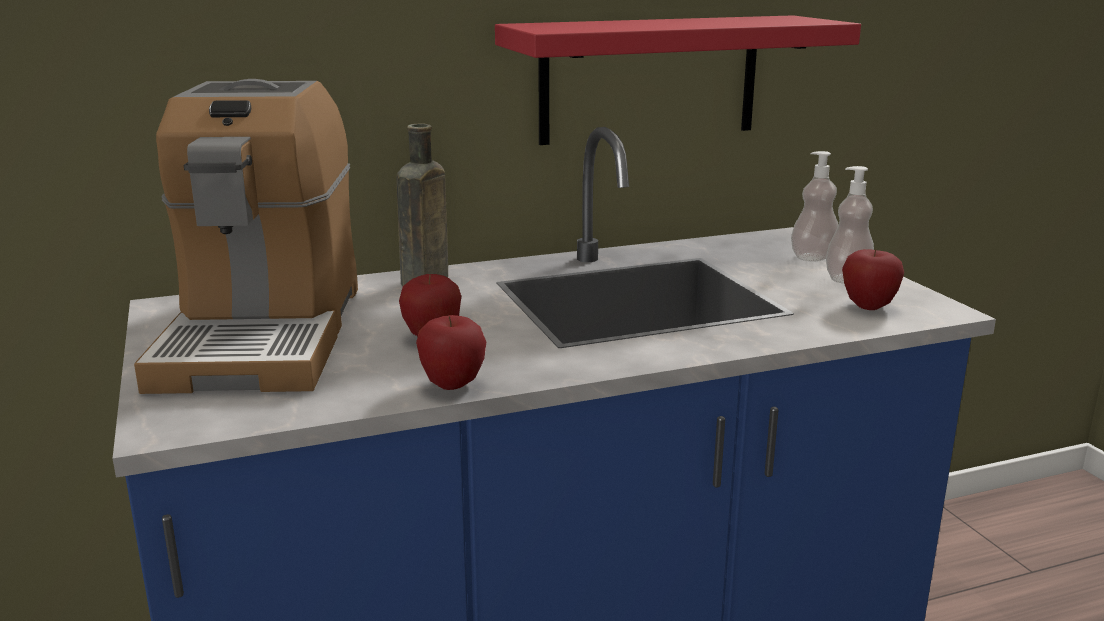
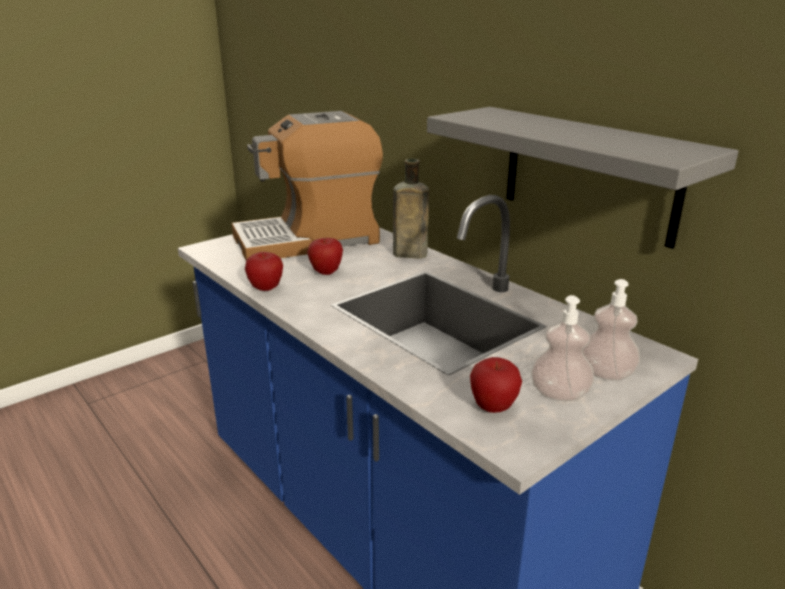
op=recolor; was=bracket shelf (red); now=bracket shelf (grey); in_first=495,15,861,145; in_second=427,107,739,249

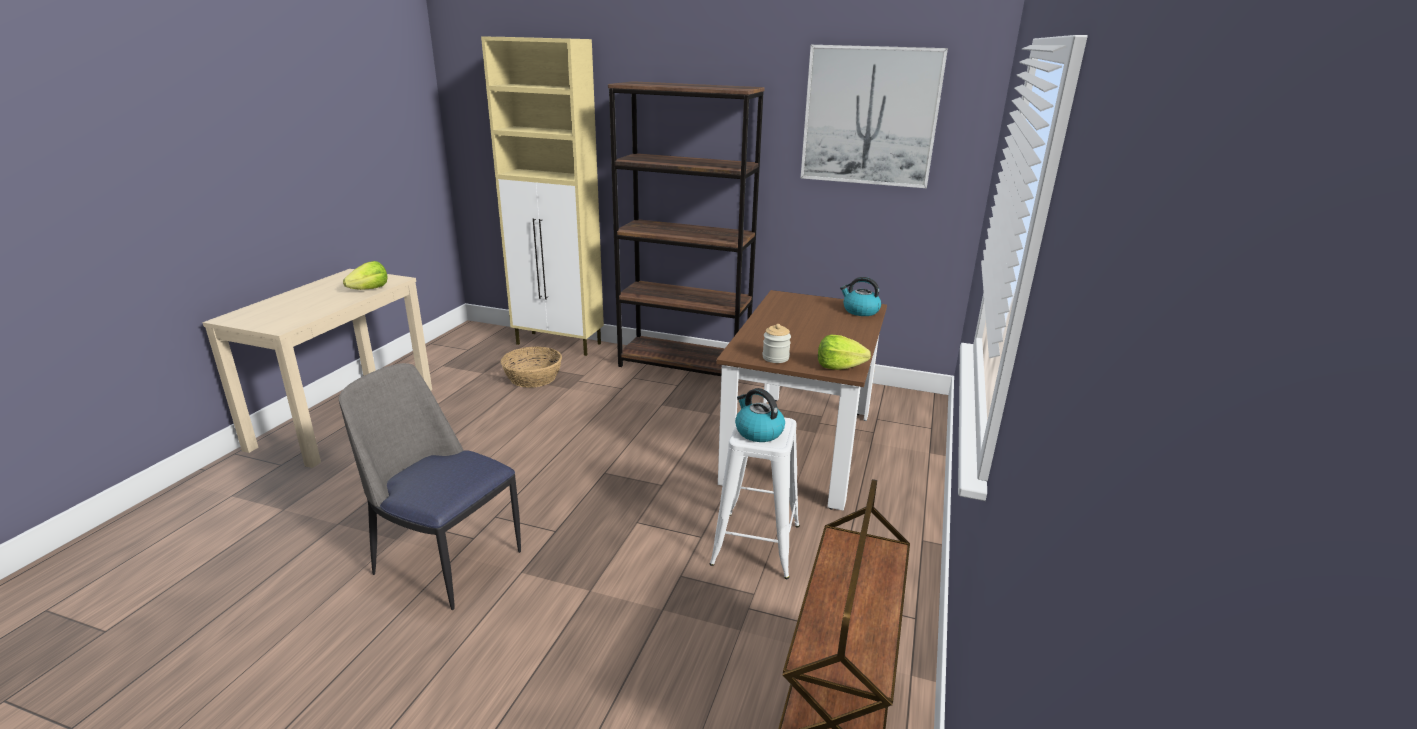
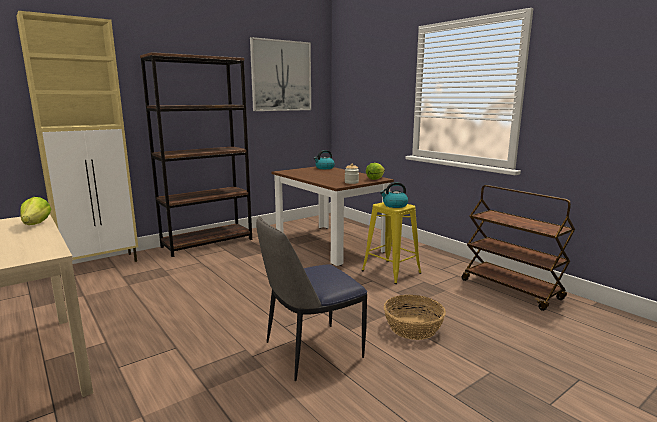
op=move; was=storage basket; in_first=500,347,562,388; in_second=384,295,446,340
op=recolor; was=stool seat (white); now=stool seat (yellow); in_first=709,418,800,579; in_second=361,202,421,284

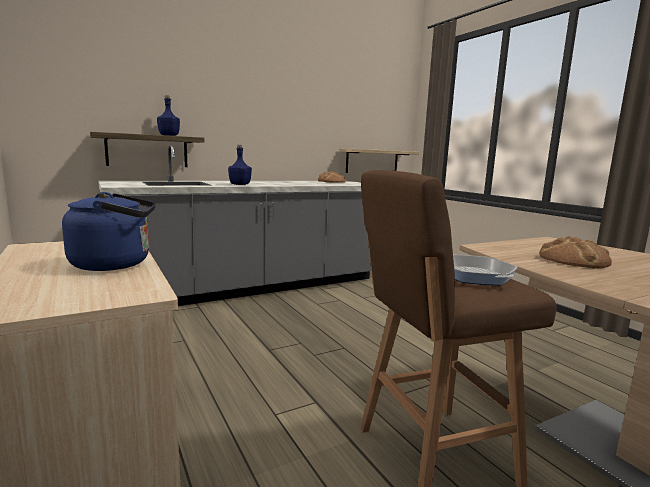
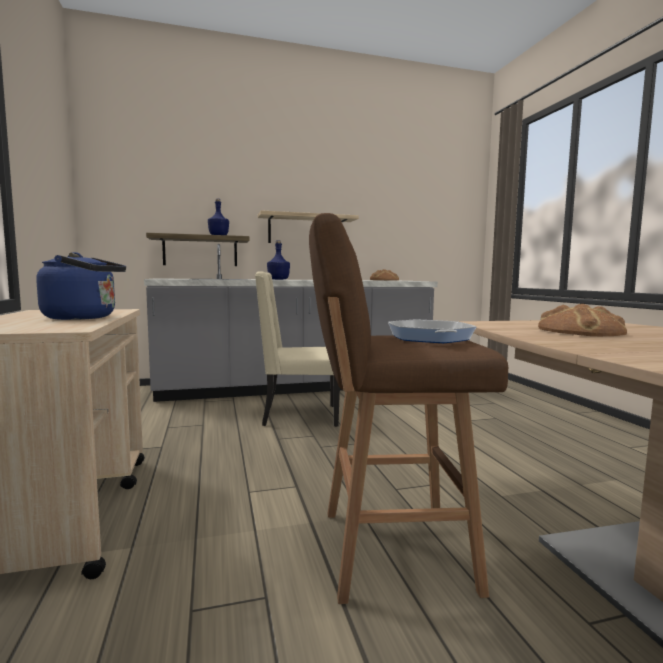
op=insert; now=chair (sand-coloured); in_second=255,271,340,427
op=move; was=bracket shelf; in_first=339,149,419,173; in_second=258,210,359,243

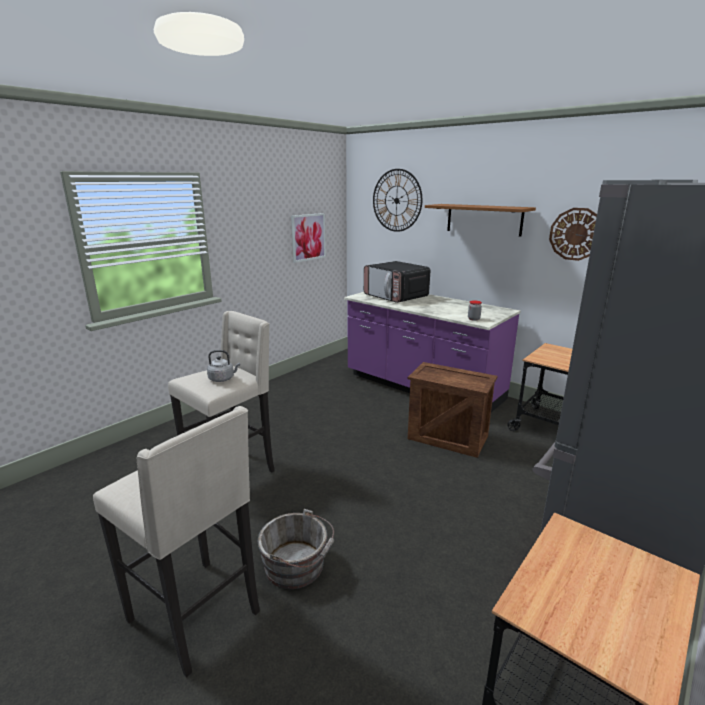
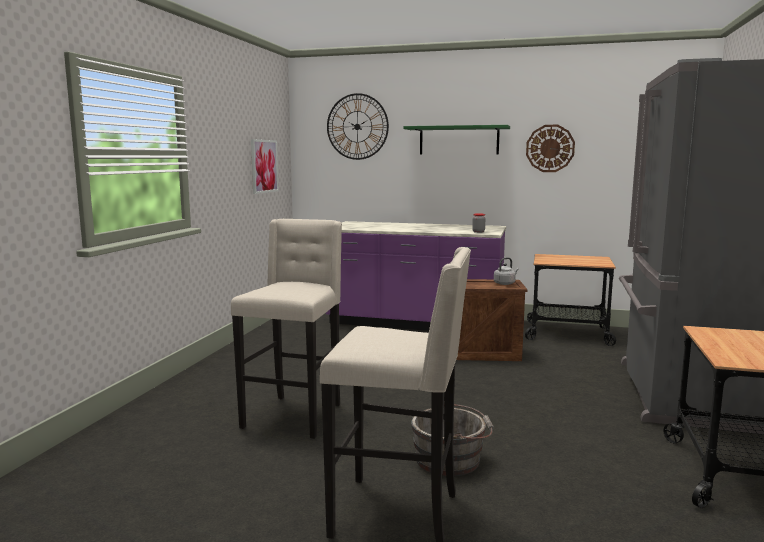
op=delete; was=kitchen microwave; in_first=364,261,430,303
op=move; was=kettle (grey); in_first=207,350,240,382; in_second=494,257,519,285
op=recolor; was=bracket shelf (brownish); now=bracket shelf (green-coloured); in_first=425,204,536,237; in_second=403,125,510,155

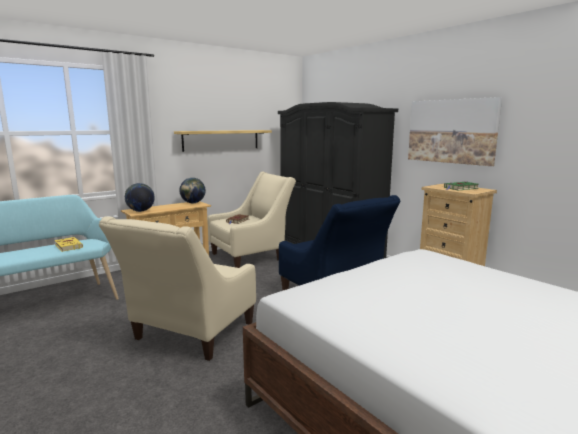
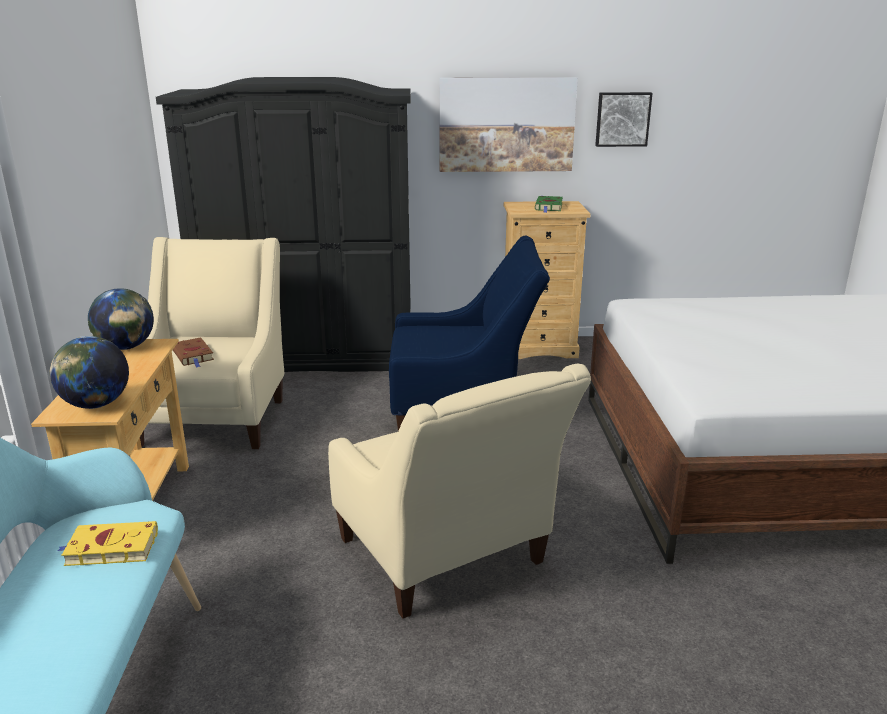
op=delete; was=bracket shelf; in_first=174,130,272,152
op=insert; now=wall picture; in_second=595,92,653,147

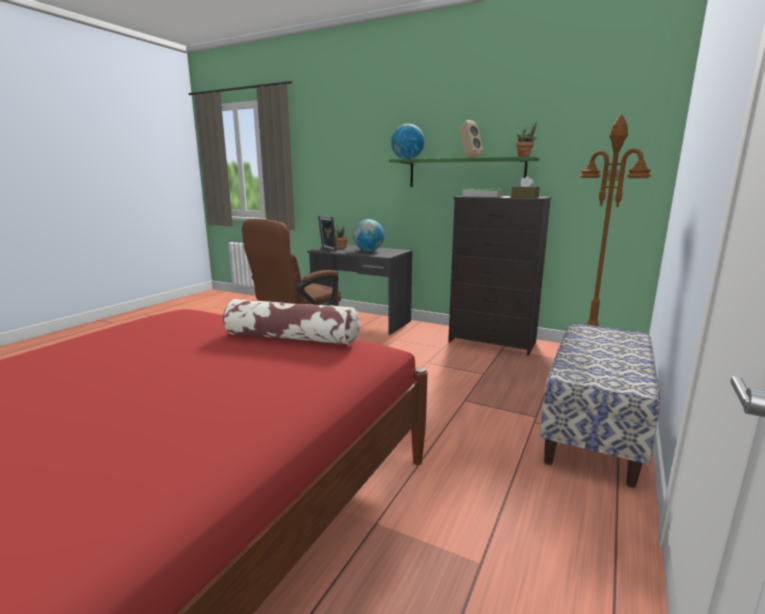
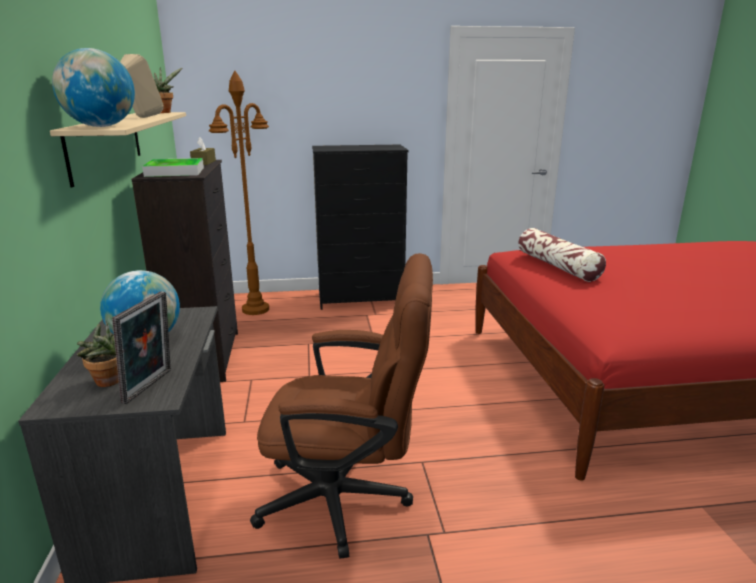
op=replace; was=indoor bench; now=chest of drawers (black); in_first=540,323,660,488; in_second=312,145,409,310
op=recolor; was=bracket shelf (green-coloured); now=bracket shelf (sand-coloured); in_first=389,157,539,187; in_second=50,112,186,187

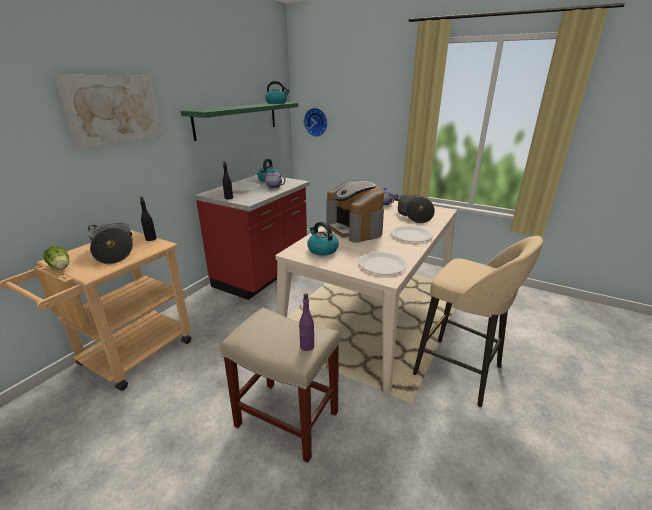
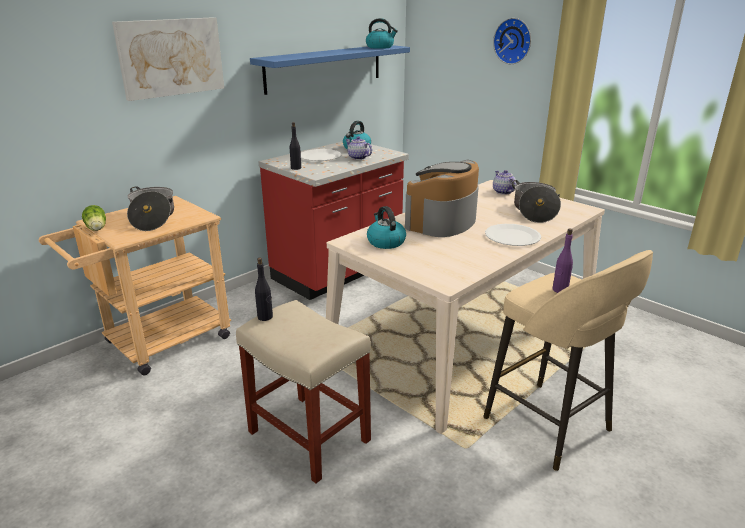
op=delete; was=plate (white); in_first=358,252,407,275
op=move; was=bottle (black); in_first=140,197,156,241; in_second=255,258,273,321
op=move; was=bottle (purplish); in_first=299,293,314,351; in_second=553,228,573,293
op=move; was=wall clock; in_first=304,108,328,137; in_second=493,18,531,64
op=recolor; was=bracket shelf (green-coloured); now=bracket shelf (bluish); in_first=181,102,298,141; in_second=250,45,410,95
op=rotate; was=coffee maker; in_first=327,180,384,243; in_second=405,159,479,237; clockwise=45

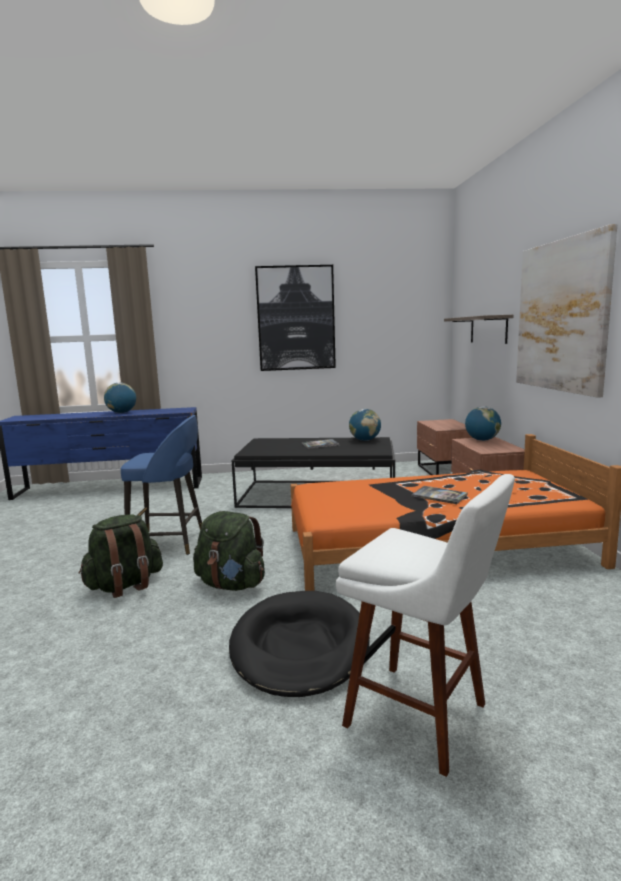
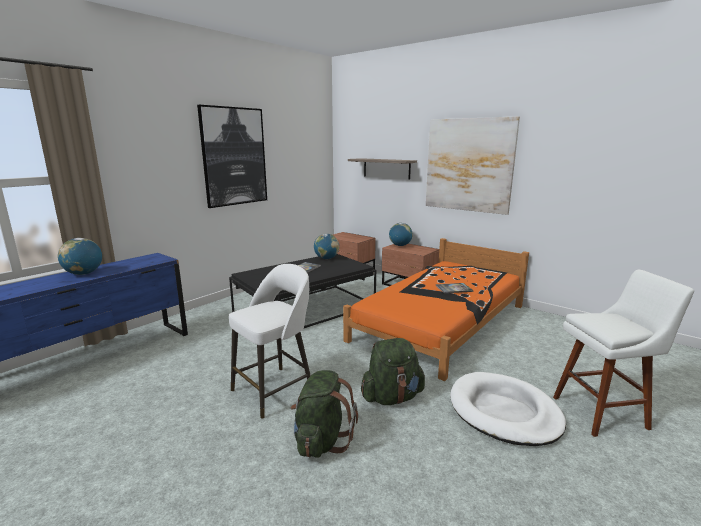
op=recolor; was=stool seat (bluish); now=stool seat (white); in_first=121,415,202,555; in_second=229,264,311,419
op=recolor; was=pet bed (black); now=pet bed (white); in_first=229,591,370,697; in_second=450,372,566,446

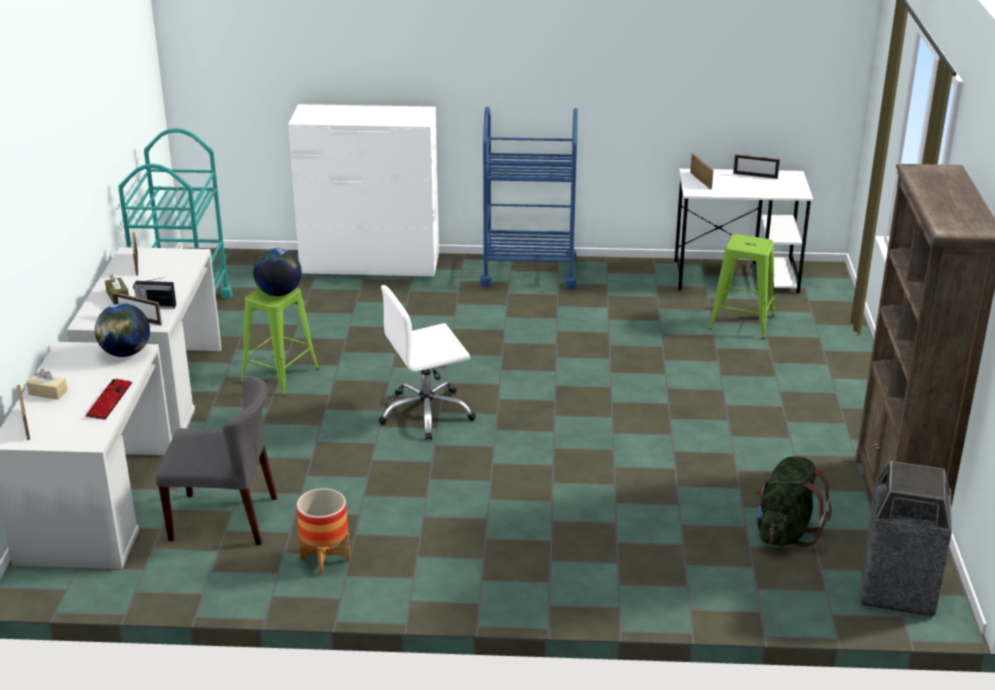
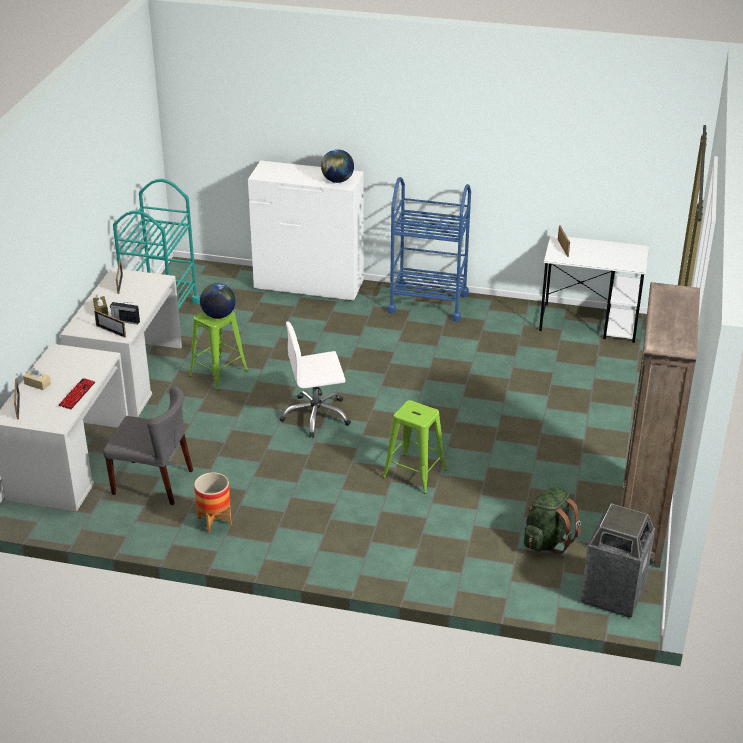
op=delete; was=standing frame; in_first=733,154,780,179
op=move; was=globe; in_first=95,303,150,357; in_second=321,149,354,183
op=move; was=stool seat (green-coloured); in_first=709,234,775,339; in_second=382,400,447,494

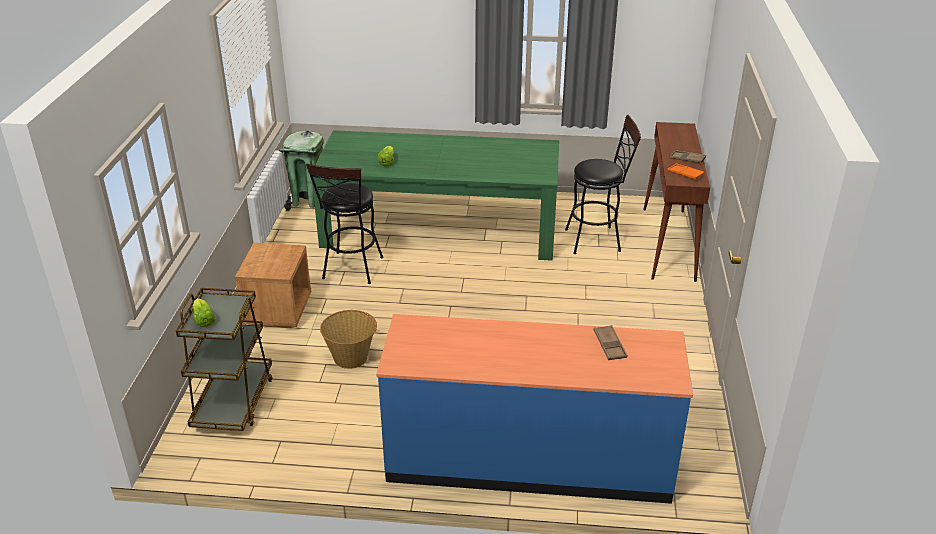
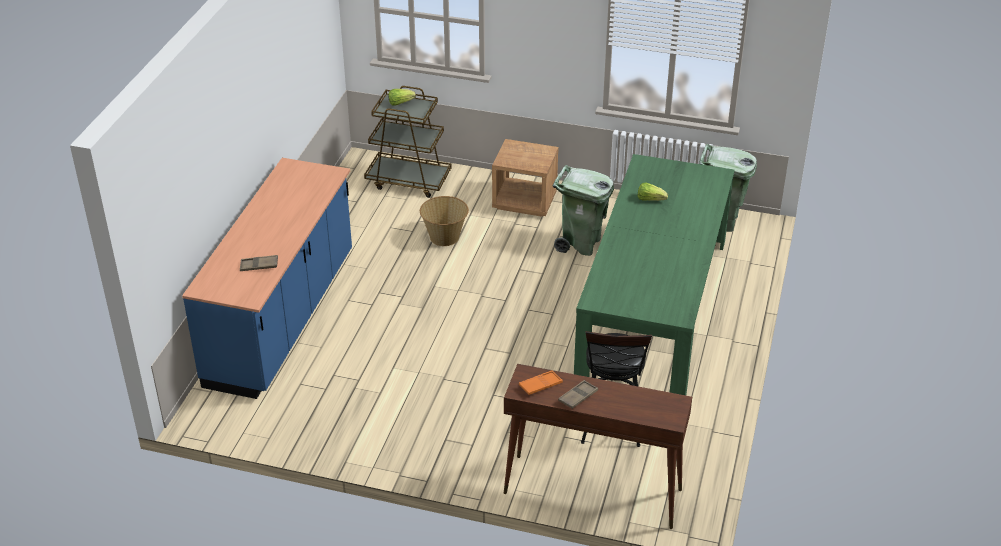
op=replace; was=stool seat (black); now=trash can (green-coloured); in_first=306,164,383,284; in_second=553,165,614,256

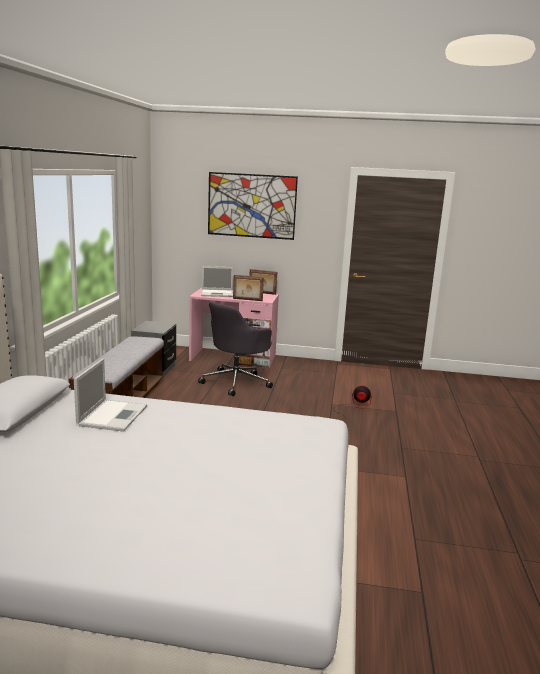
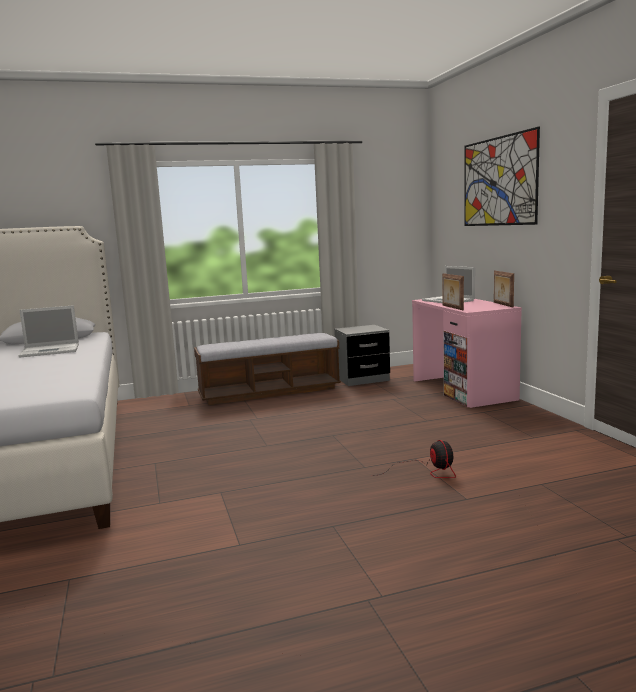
op=delete; was=computer chair (grey); in_first=198,302,273,396

